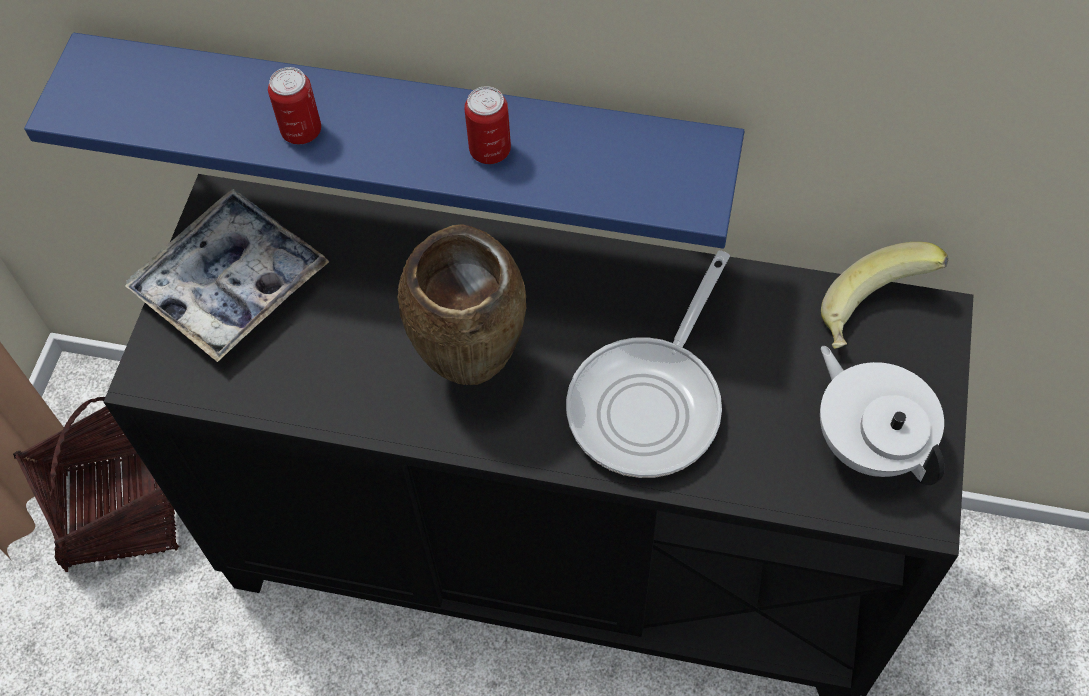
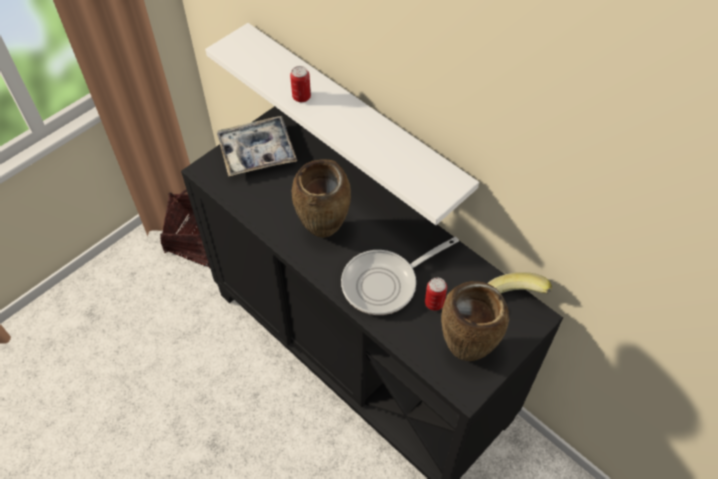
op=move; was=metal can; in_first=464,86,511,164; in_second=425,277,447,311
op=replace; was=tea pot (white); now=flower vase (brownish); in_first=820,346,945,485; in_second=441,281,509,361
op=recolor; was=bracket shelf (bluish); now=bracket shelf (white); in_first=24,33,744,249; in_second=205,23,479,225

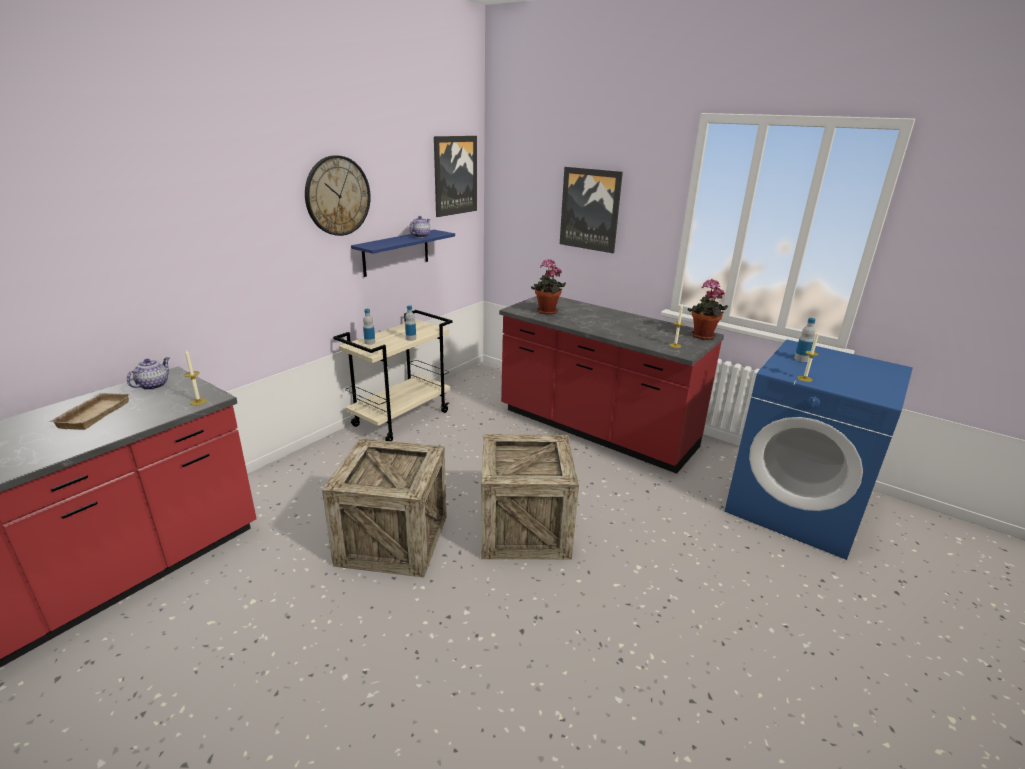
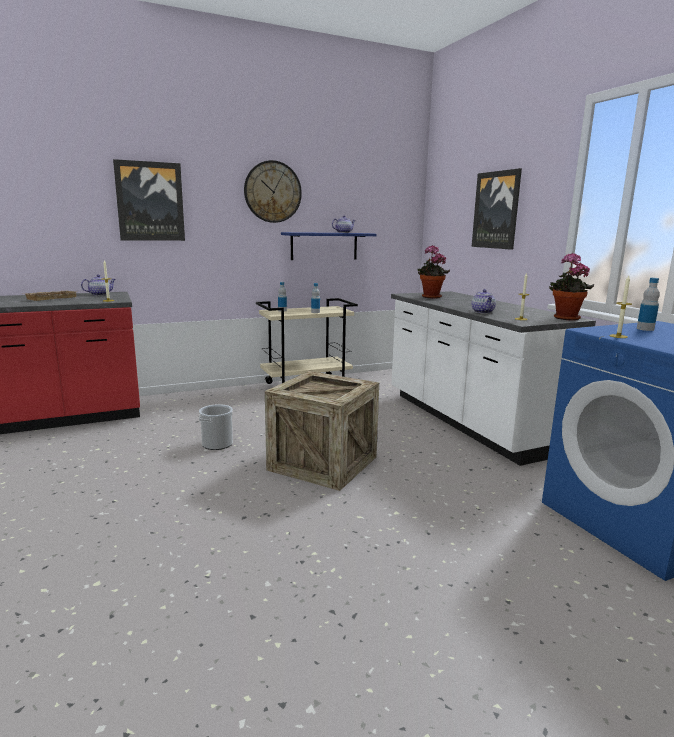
op=insert; now=tea pot; in_second=471,289,496,314
op=move; was=wall picture; in_first=434,136,477,217; in_second=113,159,185,241
op=replace; was=crate; now=bucket; in_first=322,438,447,578; in_second=199,404,233,450
op=recolor; was=kitchen counter (red); now=kitchen counter (white); in_first=499,296,724,474; in_second=391,291,596,466

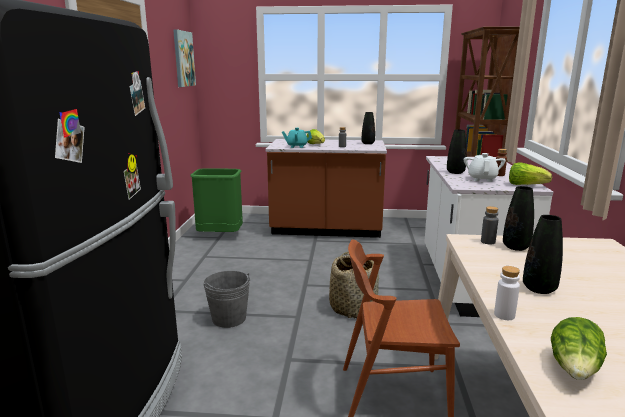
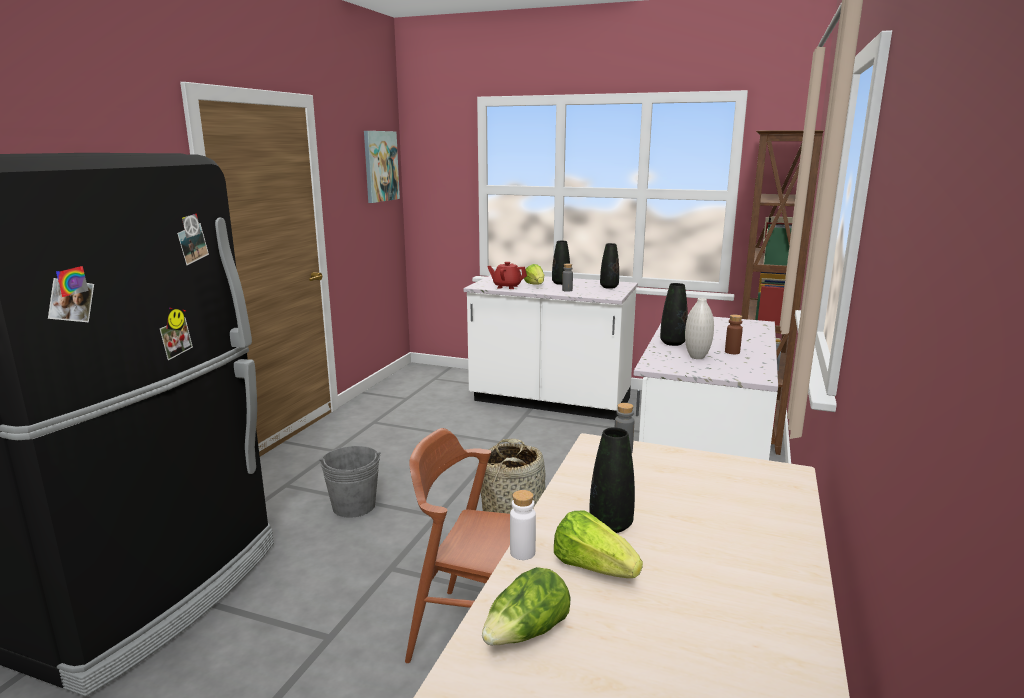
op=delete; was=trash can (green-coloured); in_first=190,168,243,232
op=move; was=flower vase (black); in_first=503,186,534,251; in_second=552,241,570,285
op=move; was=lettuce head; in_first=509,162,552,185; in_second=554,510,643,578
op=replace; was=tea pot (white); now=flower vase (white); in_first=464,153,506,182; in_second=685,298,714,359
op=recolor; was=kitchen counter (brownish); now=kitchen counter (white); in_first=265,139,387,238; in_second=464,275,638,420
op=recolor; was=tea pot (turquoise); now=tea pot (red); in_first=282,128,312,148; in_second=487,262,527,289

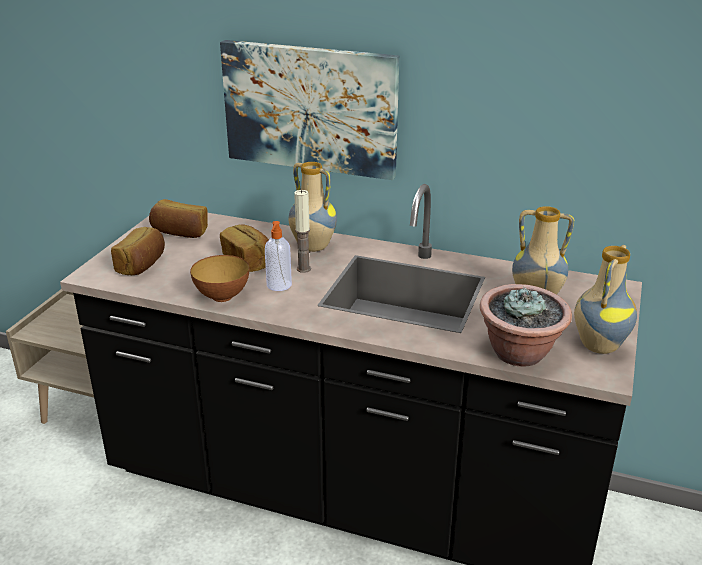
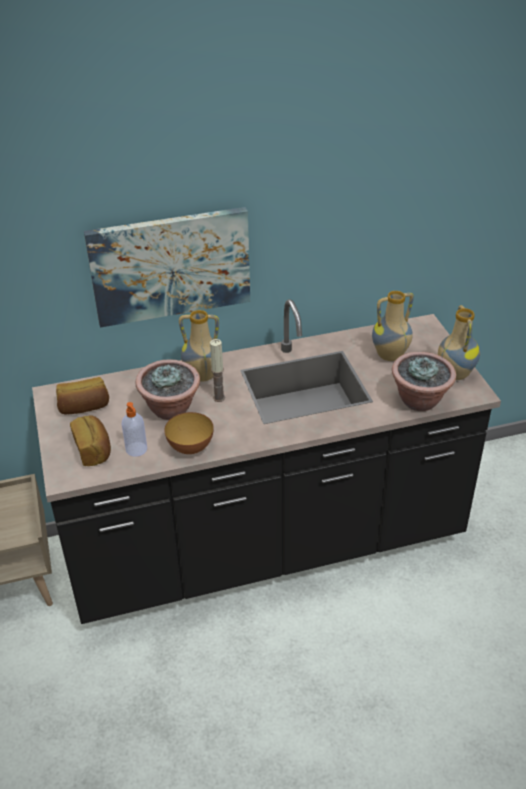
op=move; was=soap dispenser; in_first=265,221,292,291; in_second=122,402,147,457
op=replace; was=bakery bread; now=houseplant; in_first=220,225,269,272; in_second=135,359,200,420

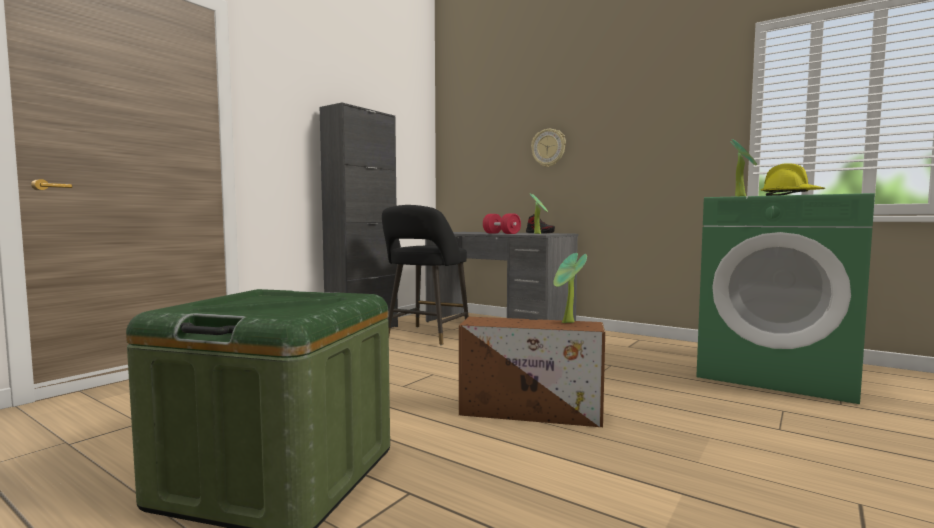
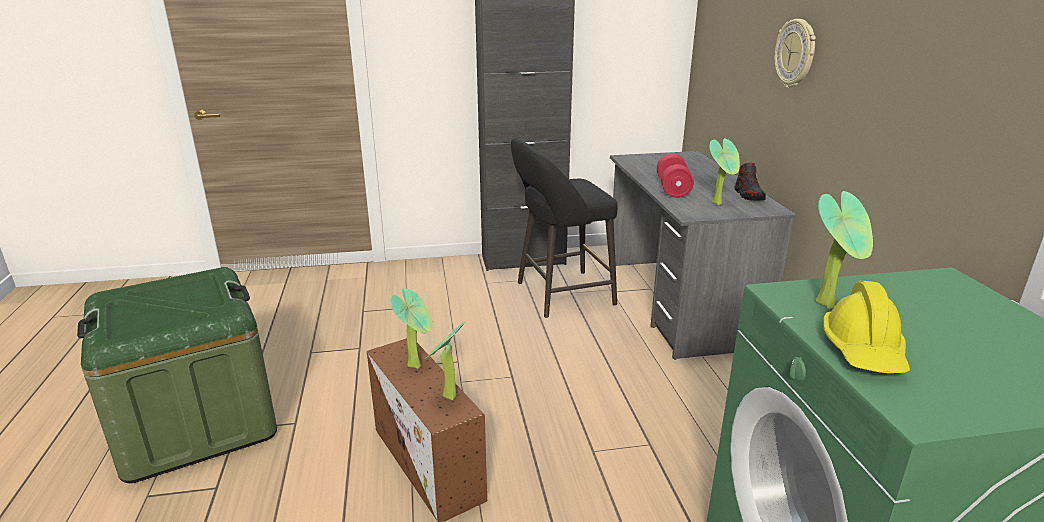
op=insert; now=houseplant; in_second=390,288,433,369

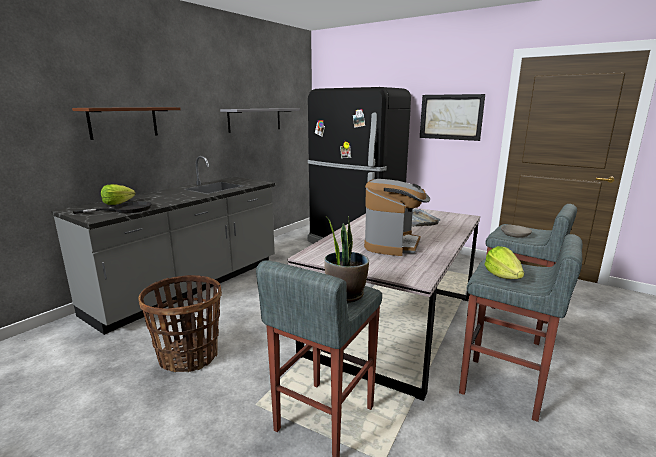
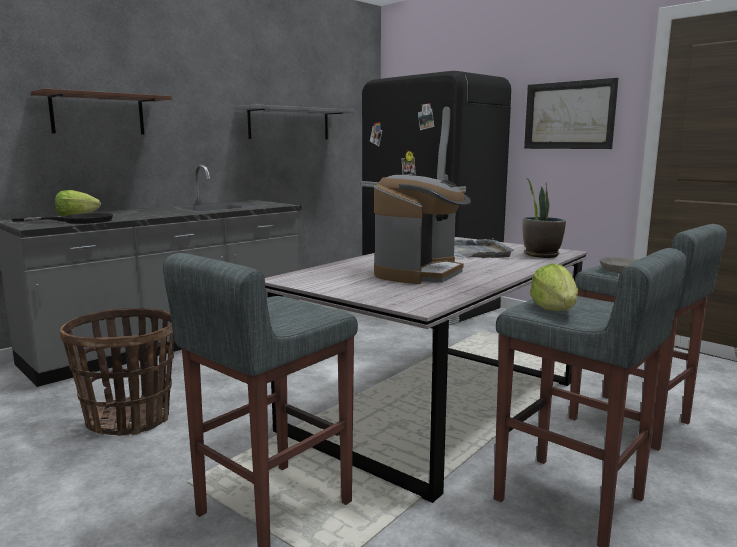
op=move; was=houseplant; in_first=324,216,369,303; in_second=522,178,566,258

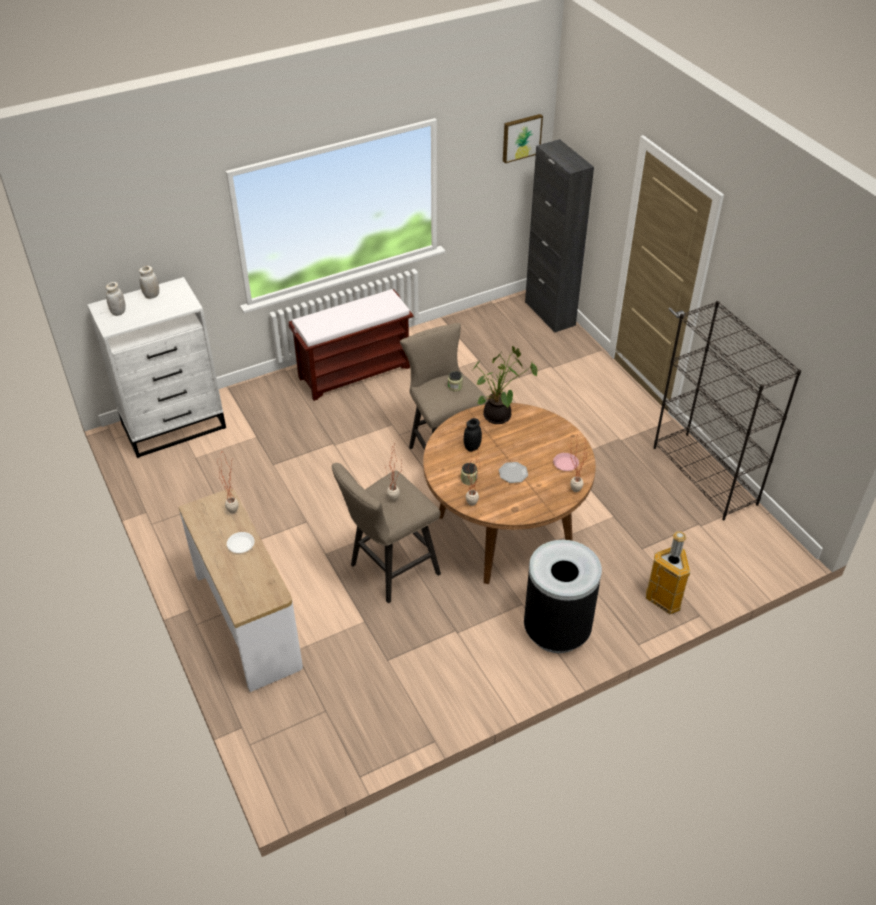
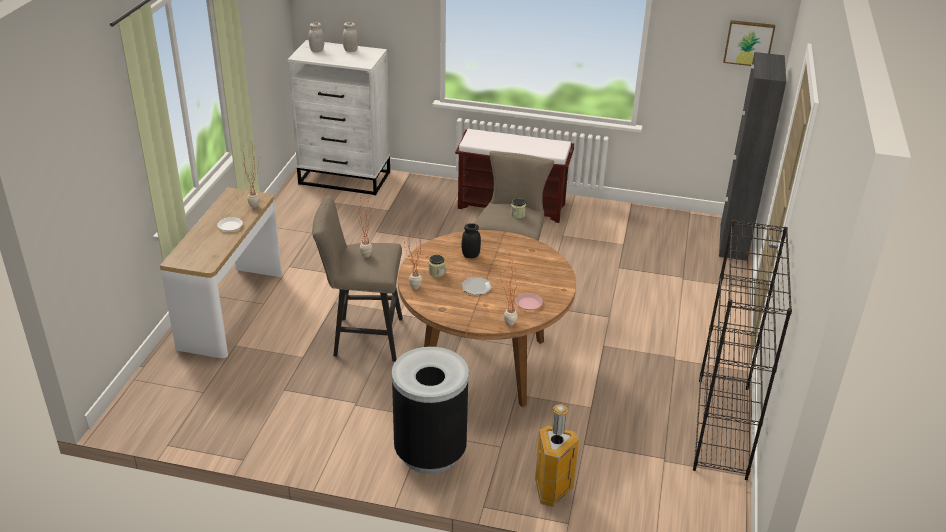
op=delete; was=houseplant; in_first=474,346,537,424

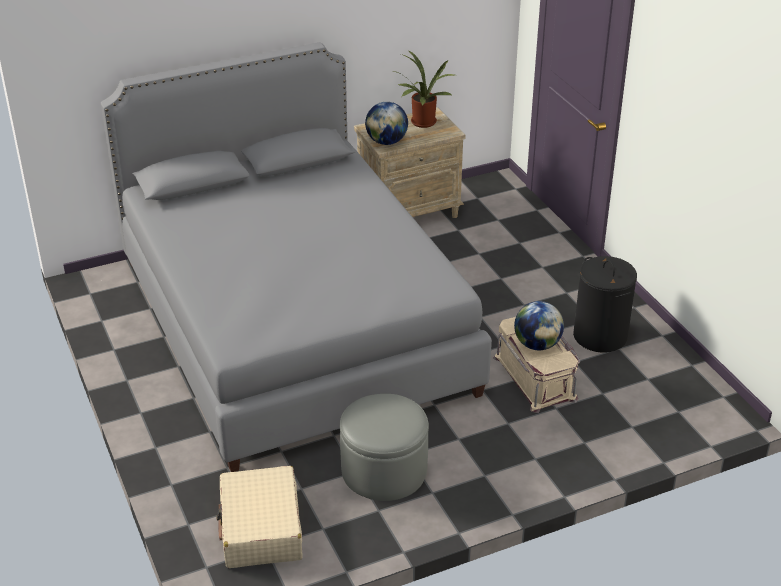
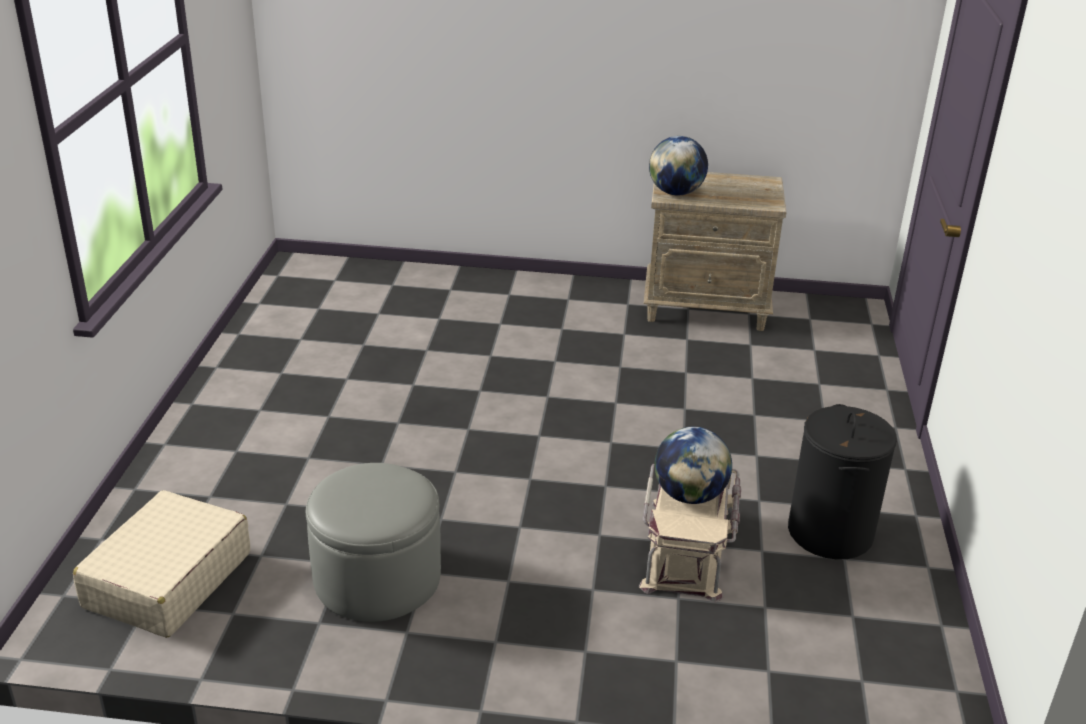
op=delete; was=sleeping bed (grey); in_first=101,42,492,472
op=delete; was=houseplant; in_first=392,50,455,128

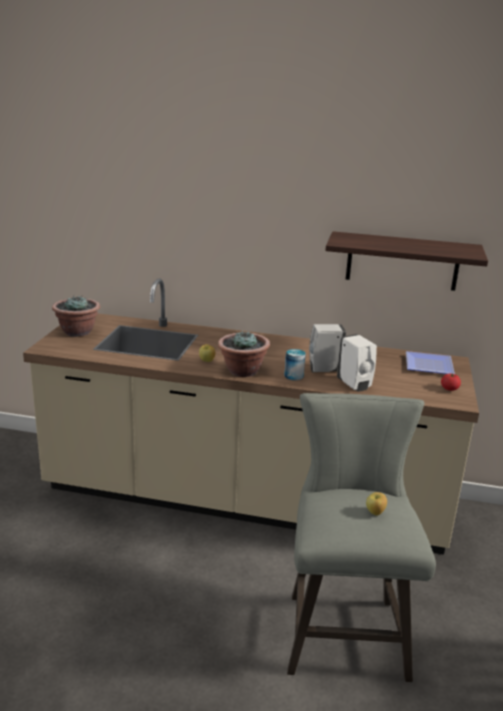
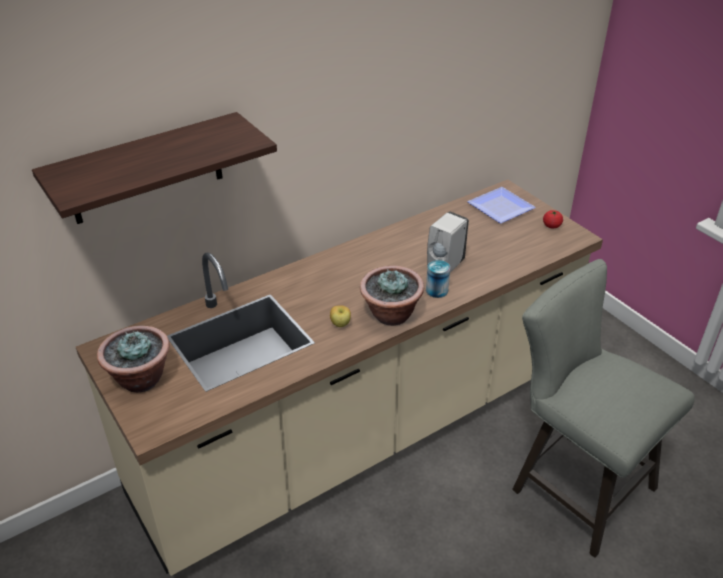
op=delete; was=soap dispenser (white); in_first=337,334,377,392
op=delete; was=whole apple; in_first=366,492,387,516
op=move; was=bracket shelf; in_first=325,231,488,291; in_second=32,112,277,224

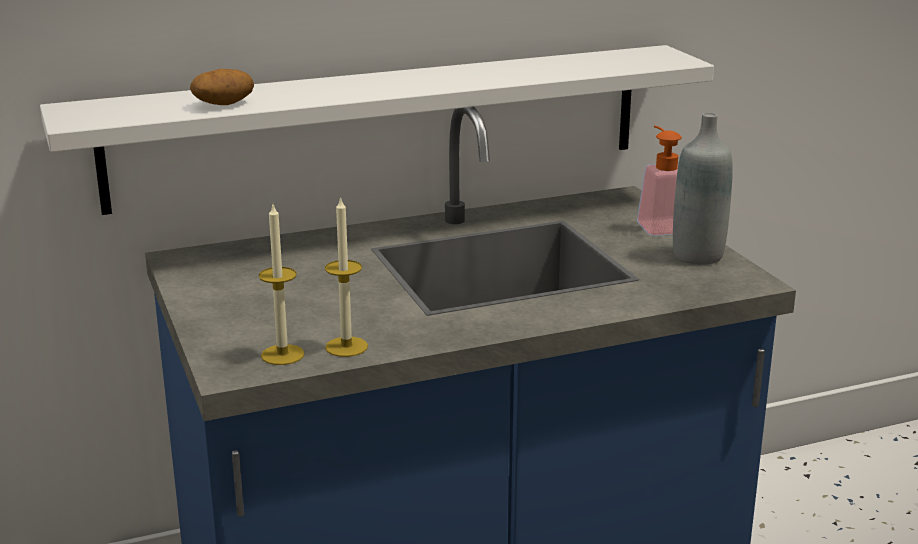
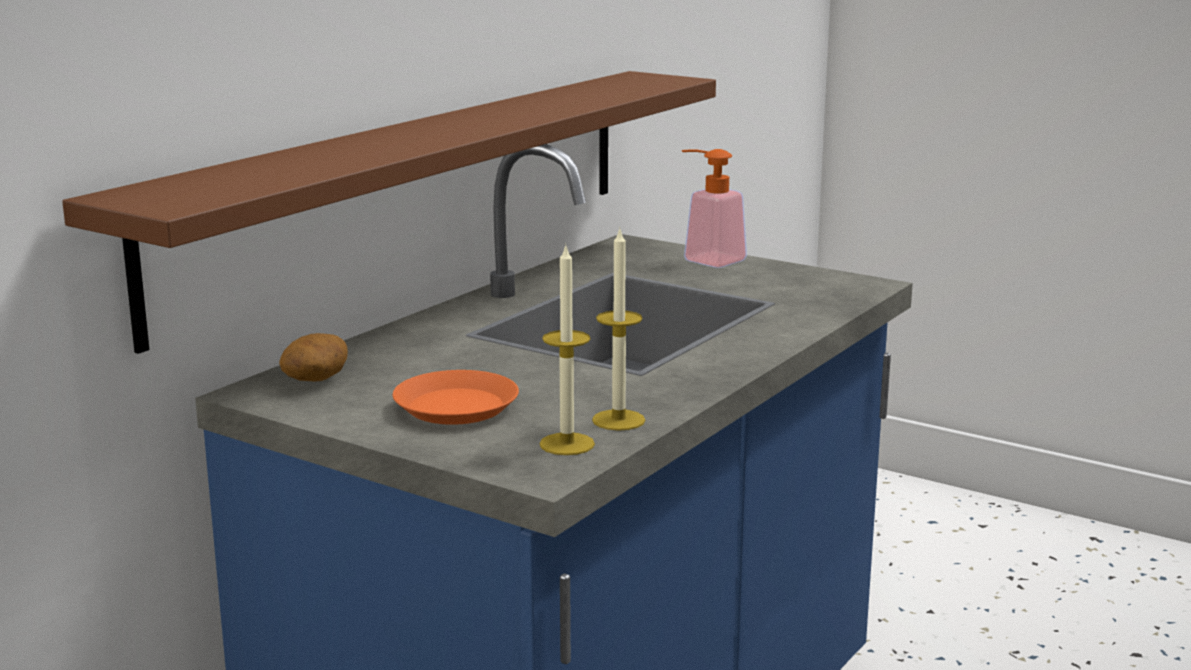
op=delete; was=bottle (grey); in_first=673,113,733,265
op=insert; now=plate (orange); in_second=393,370,519,425
op=move; was=potato; in_first=190,69,254,105; in_second=279,333,348,381
op=recolor; was=bracket shelf (white); now=bracket shelf (brownish); in_first=40,45,714,215; in_second=62,71,716,354

